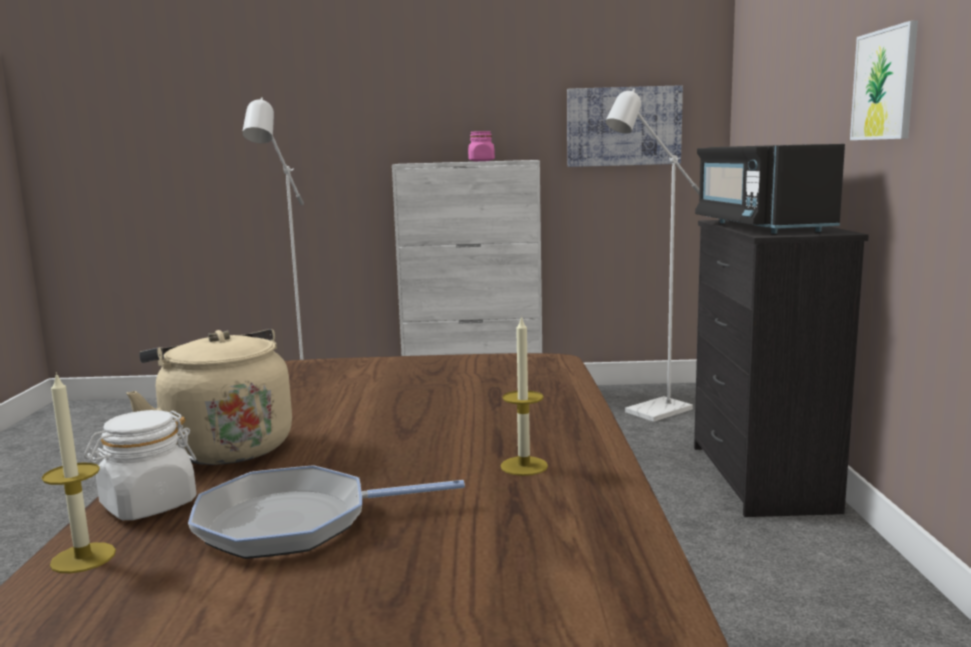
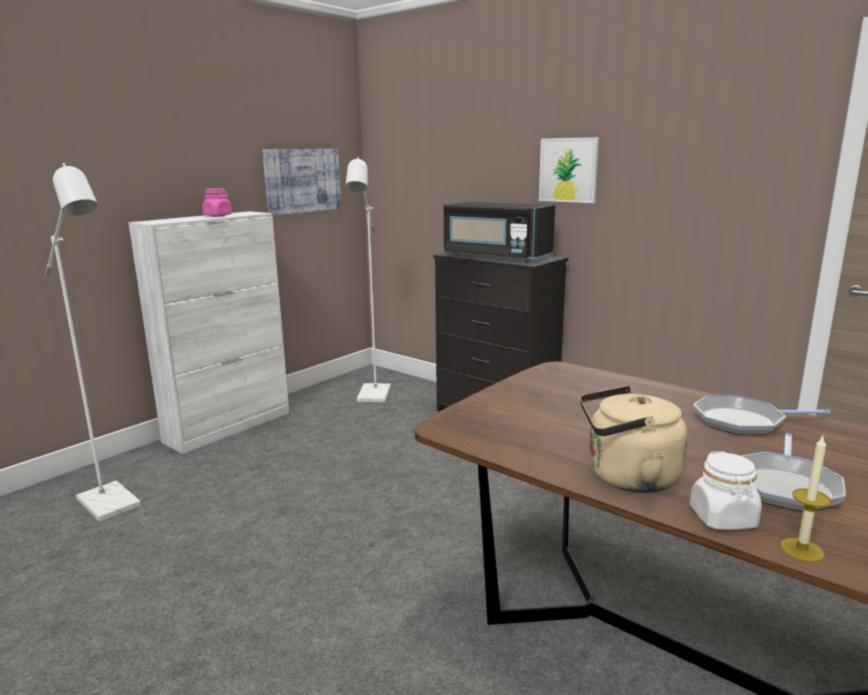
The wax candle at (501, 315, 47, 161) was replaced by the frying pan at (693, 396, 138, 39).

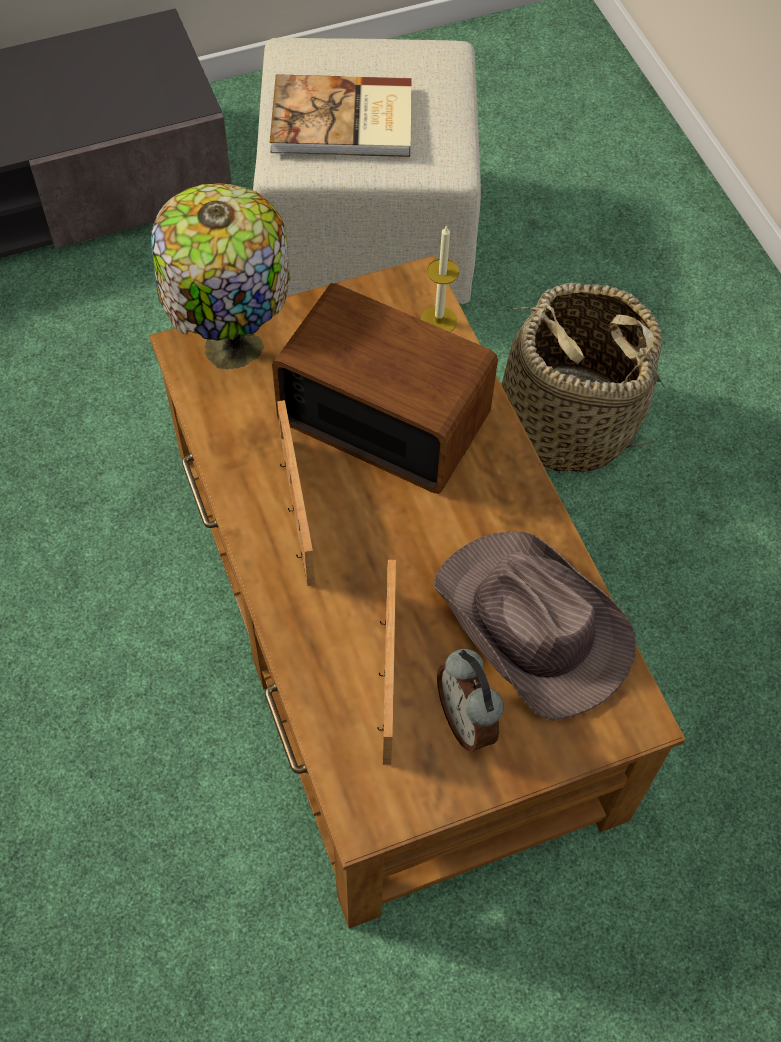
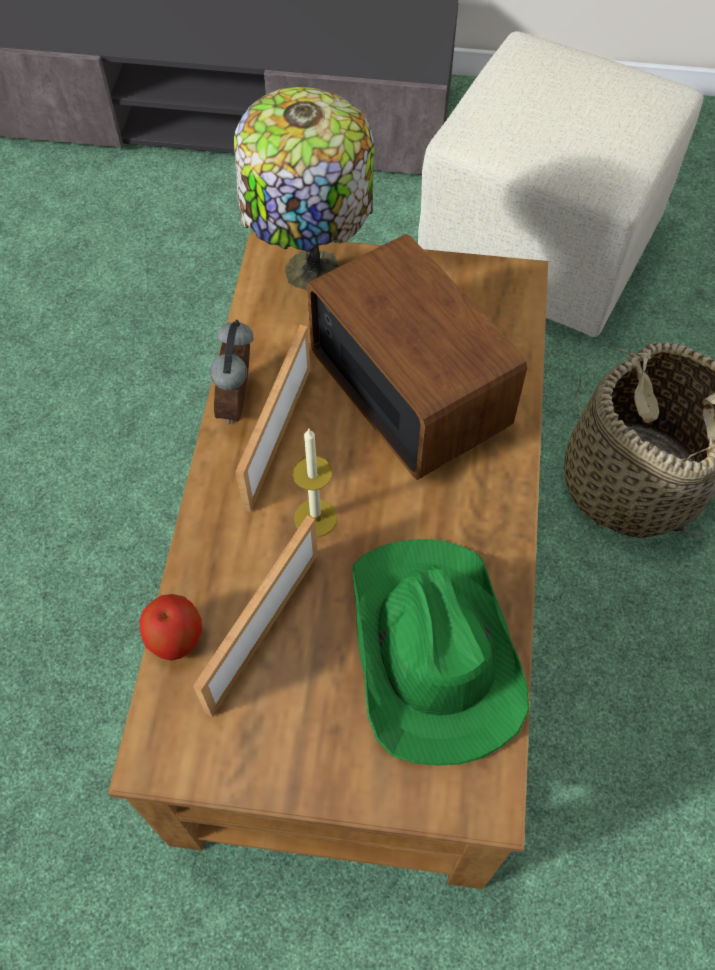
The book at (270, 74, 142, 83) disappeared. The wax candle moved from (421, 225, 38, 107) to (292, 429, 45, 108). The wearable hat/brown at (434, 532, 202, 189) became the wearable hat/green-coloured at (353, 539, 176, 227). The table clock moved from (437, 649, 67, 103) to (210, 320, 43, 104). The whole apple at (139, 594, 63, 67) appeared.

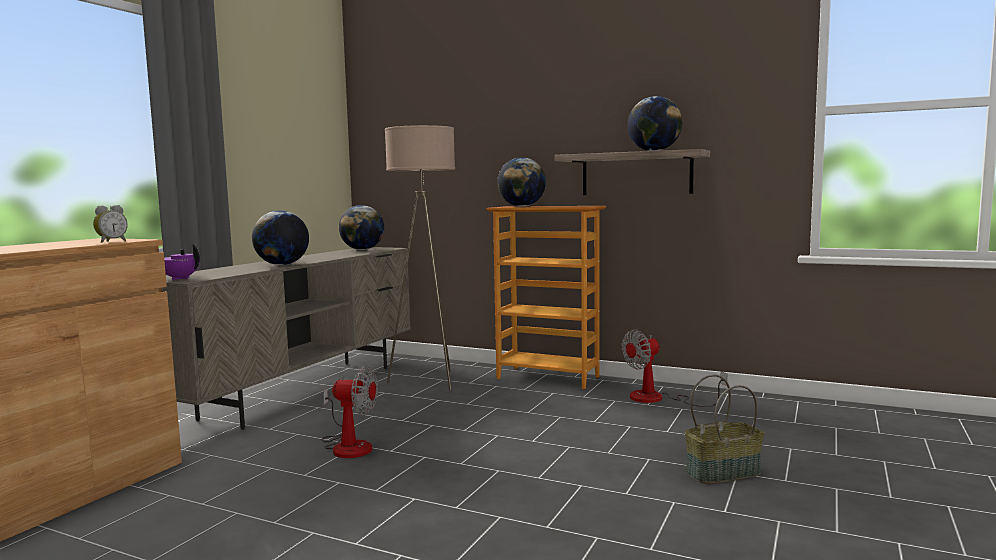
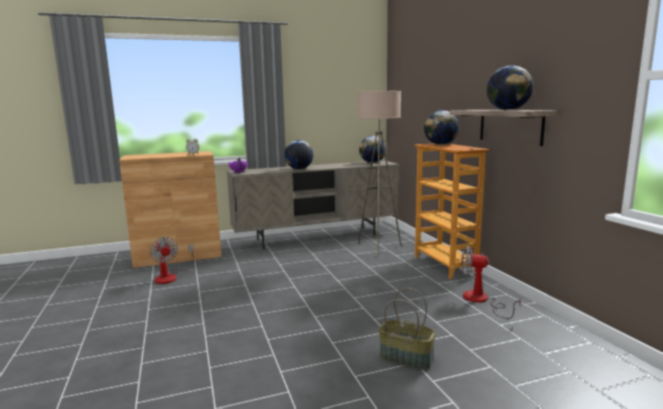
The cooling fan moved from (322, 366, 56, 92) to (150, 237, 44, 47).

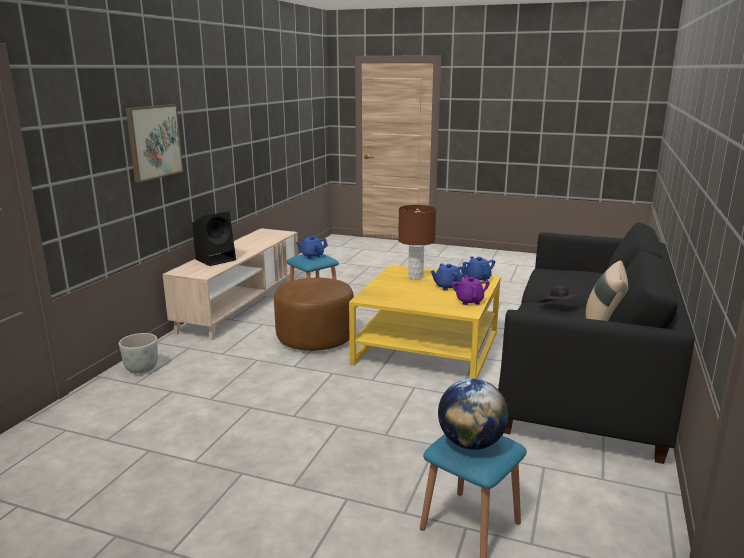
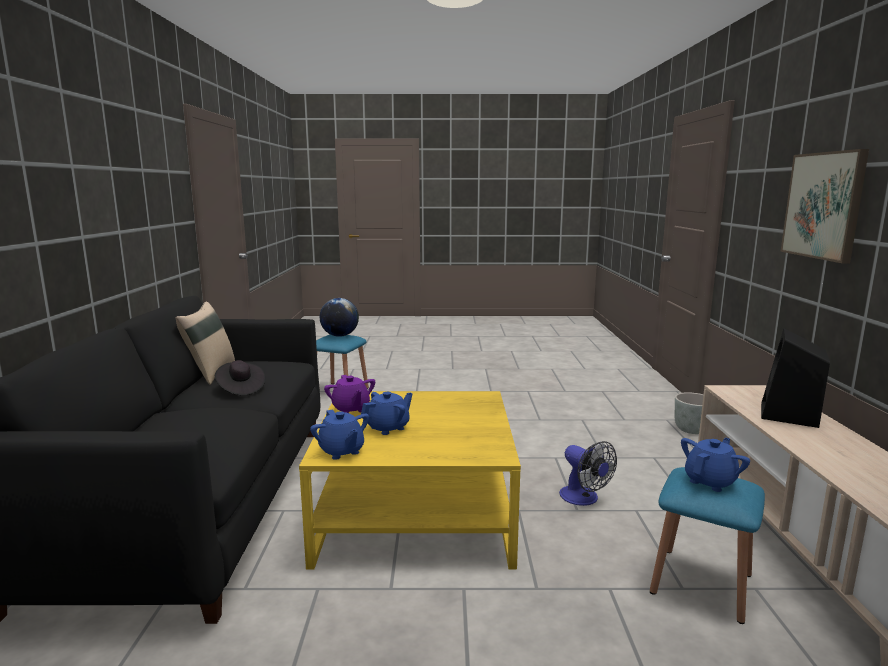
The footrest/brown at (274, 278, 80, 73) was replaced by the cooling fan at (559, 441, 58, 65). The lamp for a table/brown at (398, 205, 38, 75) disappeared.

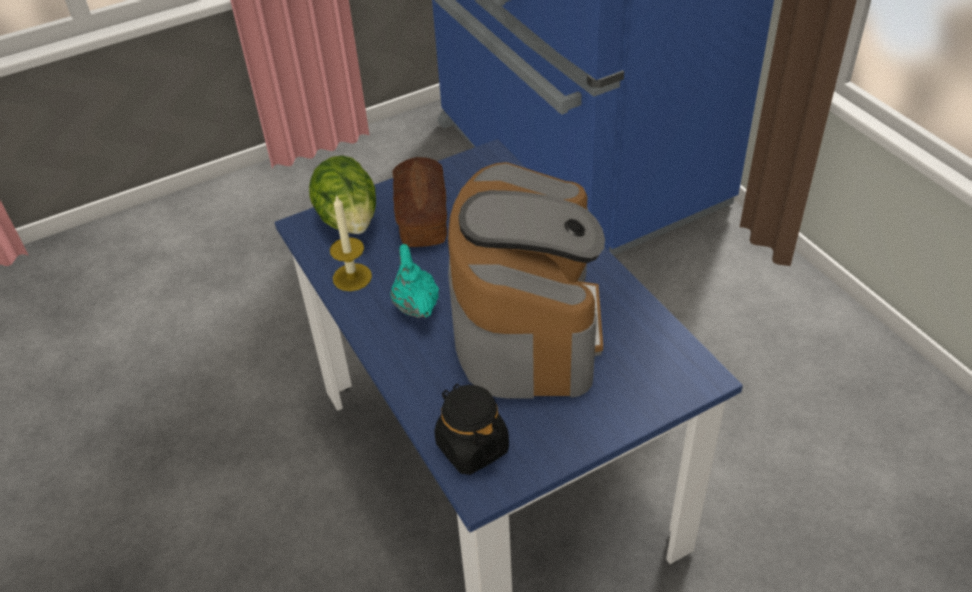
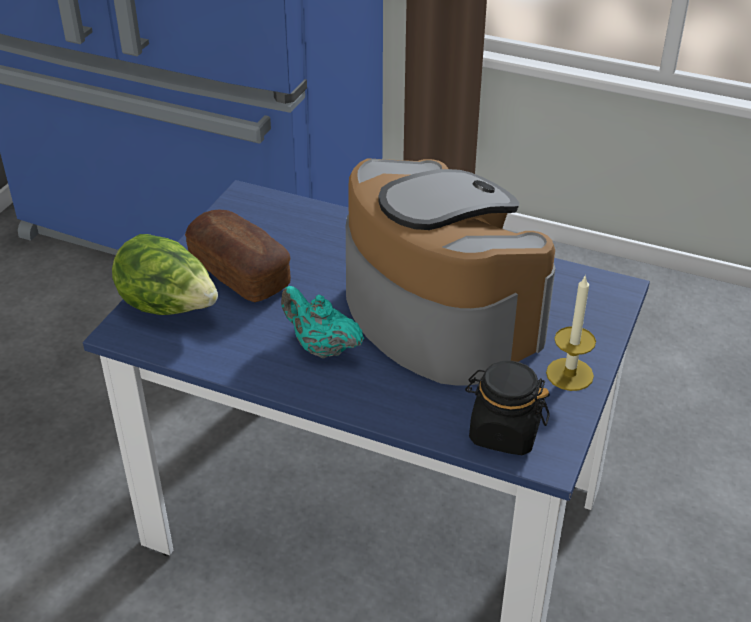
The wax candle moved from (330, 195, 42, 96) to (546, 274, 50, 117).

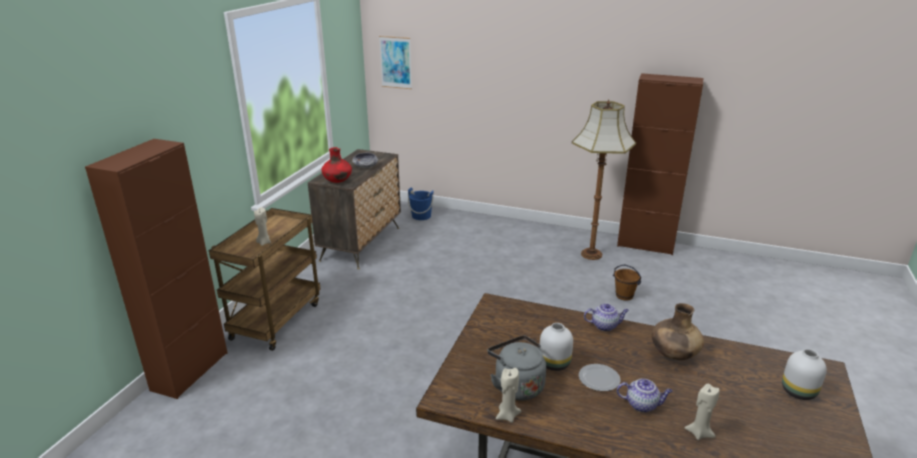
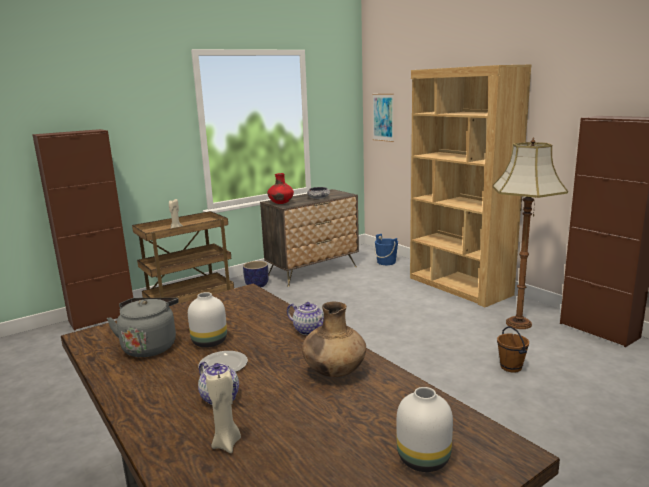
The wax candle/sand-coloured at (496, 368, 25, 55) disappeared. The flower pot at (243, 261, 26, 26) appeared. The shelving unit/brown at (410, 65, 121, 242) appeared.

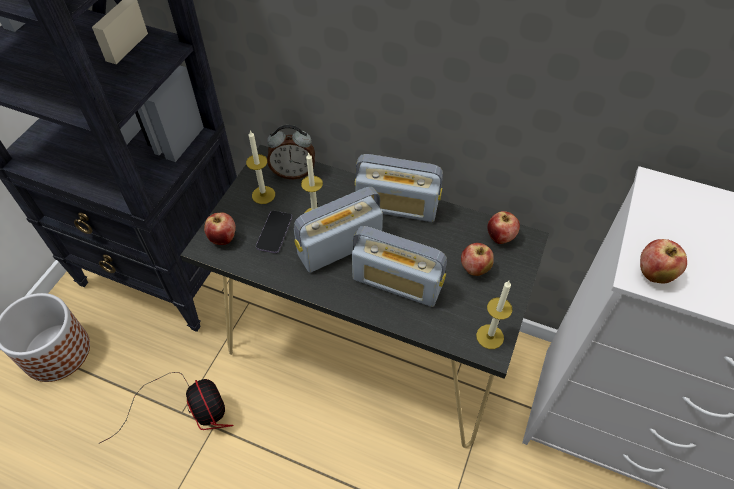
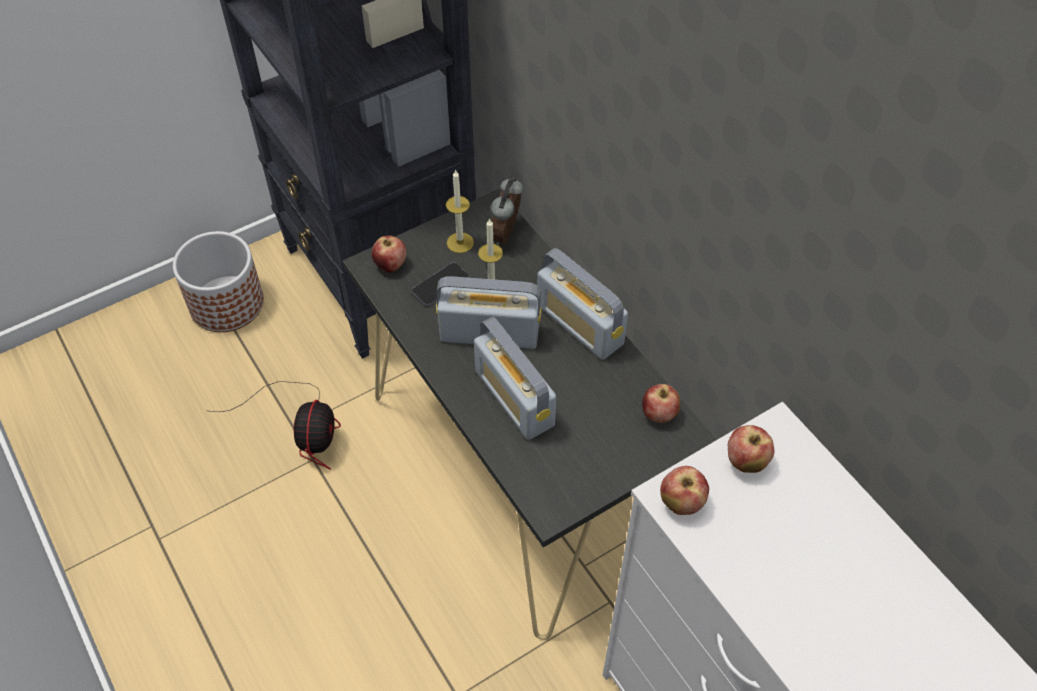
The table clock at (267, 125, 48, 54) turned 75 degrees clockwise. The whole apple moved from (461, 243, 33, 33) to (728, 425, 46, 48). The wax candle at (476, 281, 37, 68) disappeared.

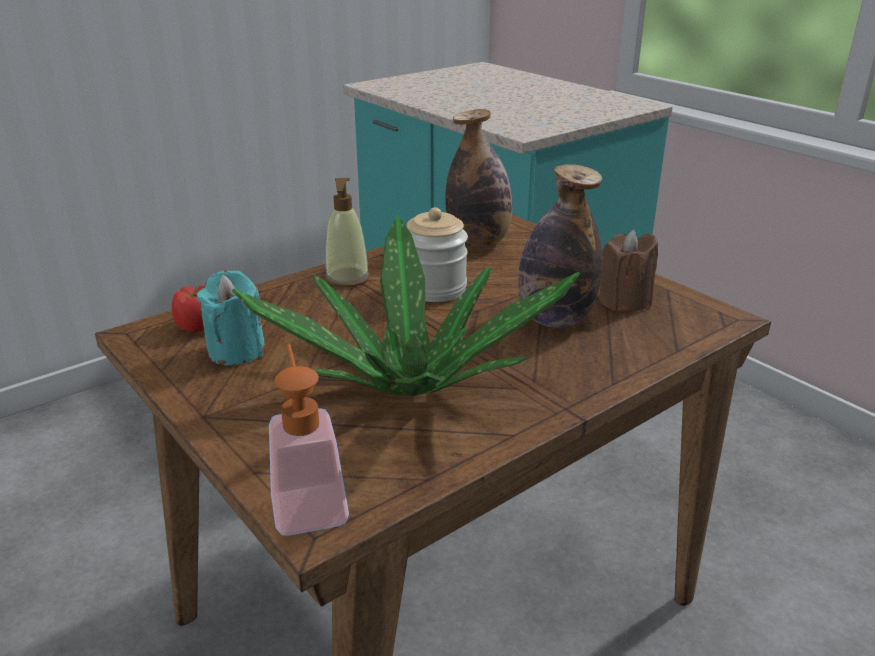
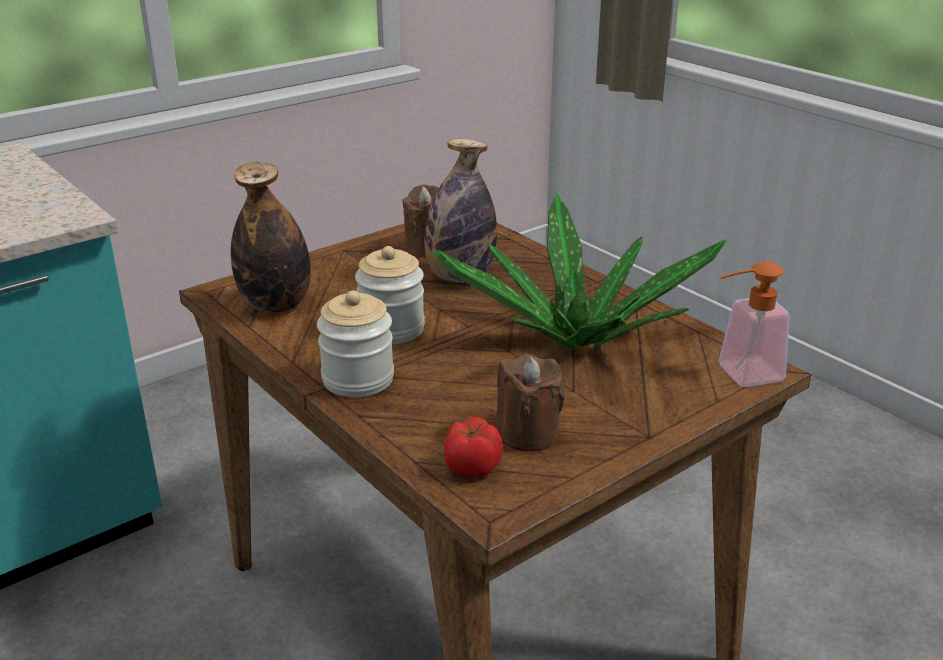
The wax candle/turquoise-coloured at (197, 270, 68, 95) became the wax candle/brown at (496, 354, 69, 97). The liquid soap bottle at (325, 178, 45, 109) was replaced by the preserve jar at (317, 291, 77, 106).

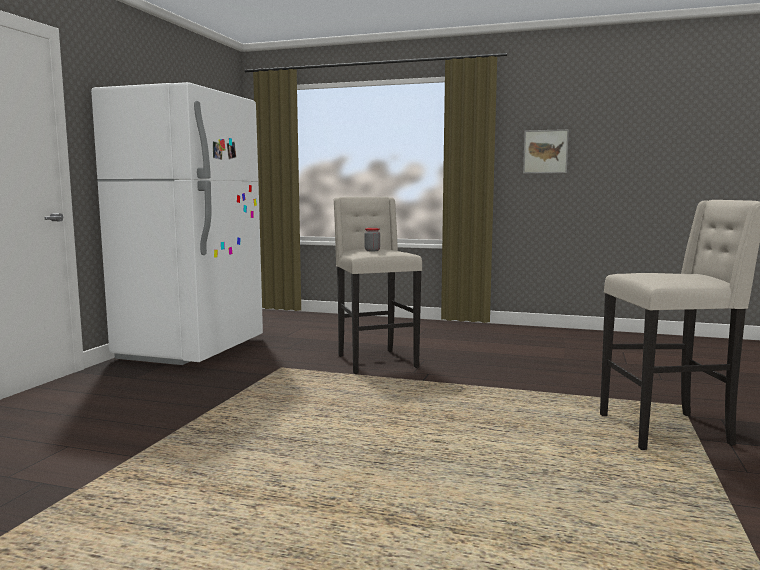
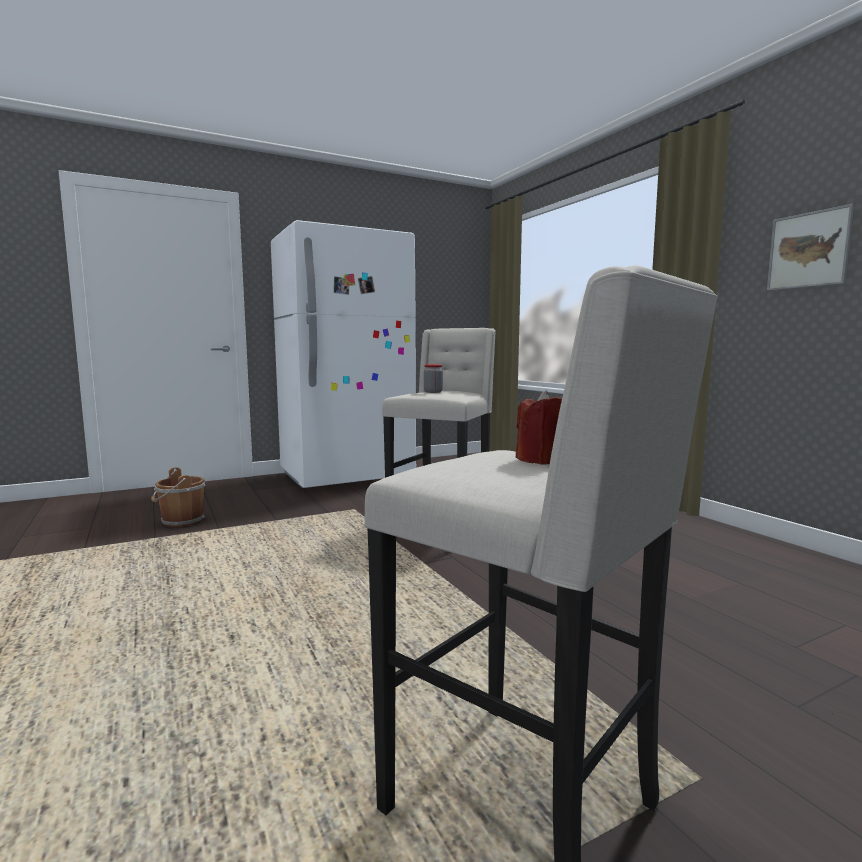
The bucket/brown at (151, 467, 55, 60) appeared. The wax candle/red at (516, 390, 46, 75) appeared.

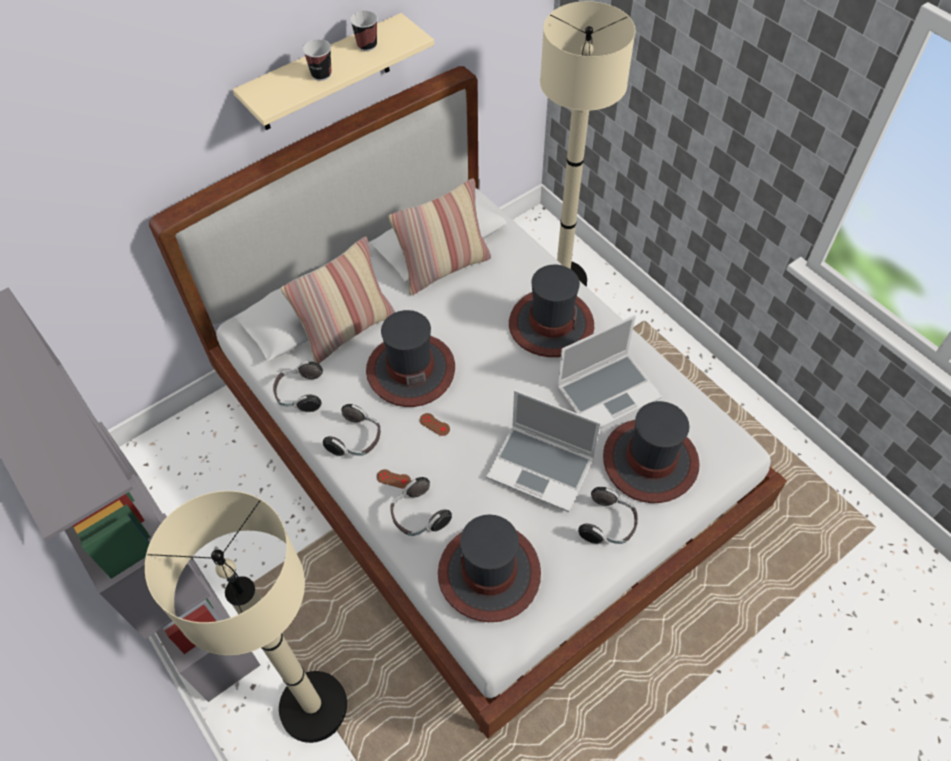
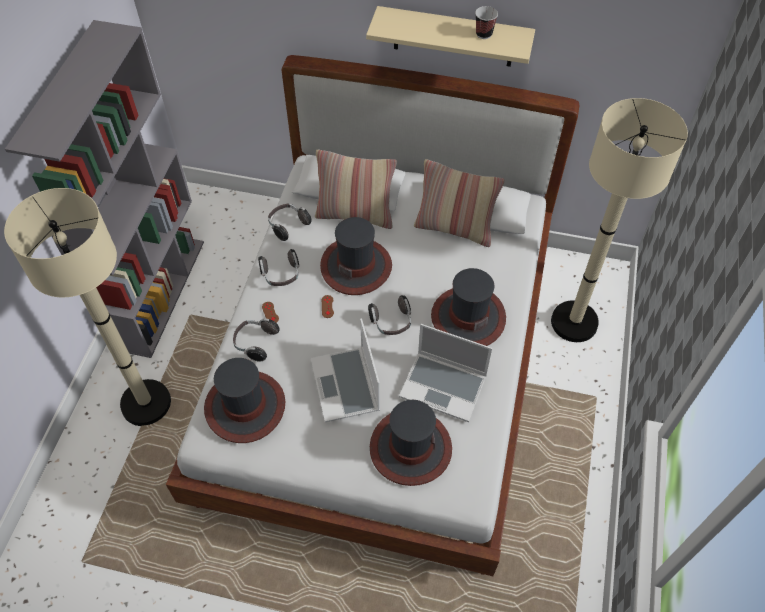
The drinking cup at (303, 39, 29, 42) disappeared. The headset moved from (578, 487, 60, 57) to (368, 295, 43, 40).

